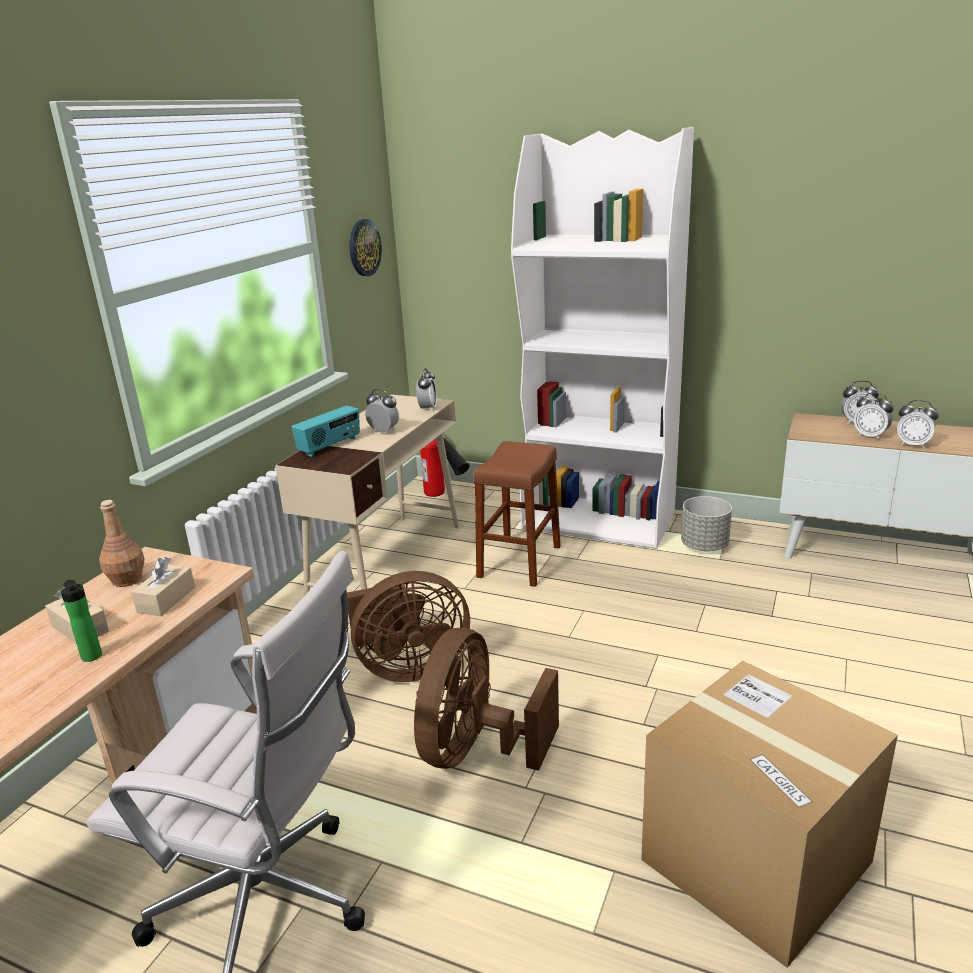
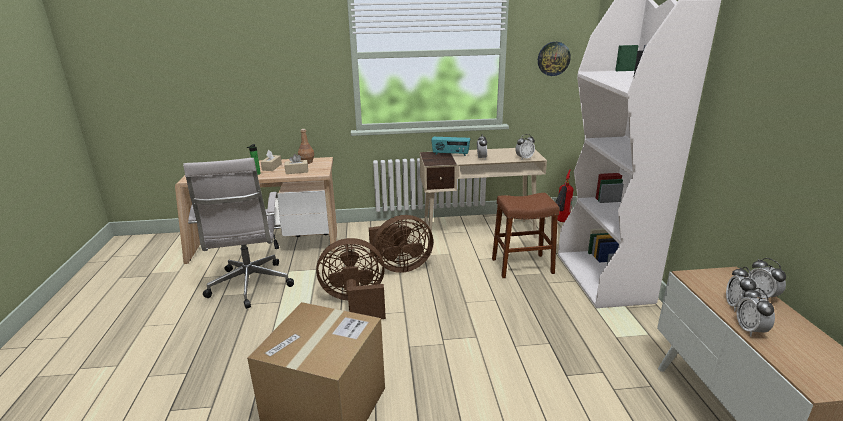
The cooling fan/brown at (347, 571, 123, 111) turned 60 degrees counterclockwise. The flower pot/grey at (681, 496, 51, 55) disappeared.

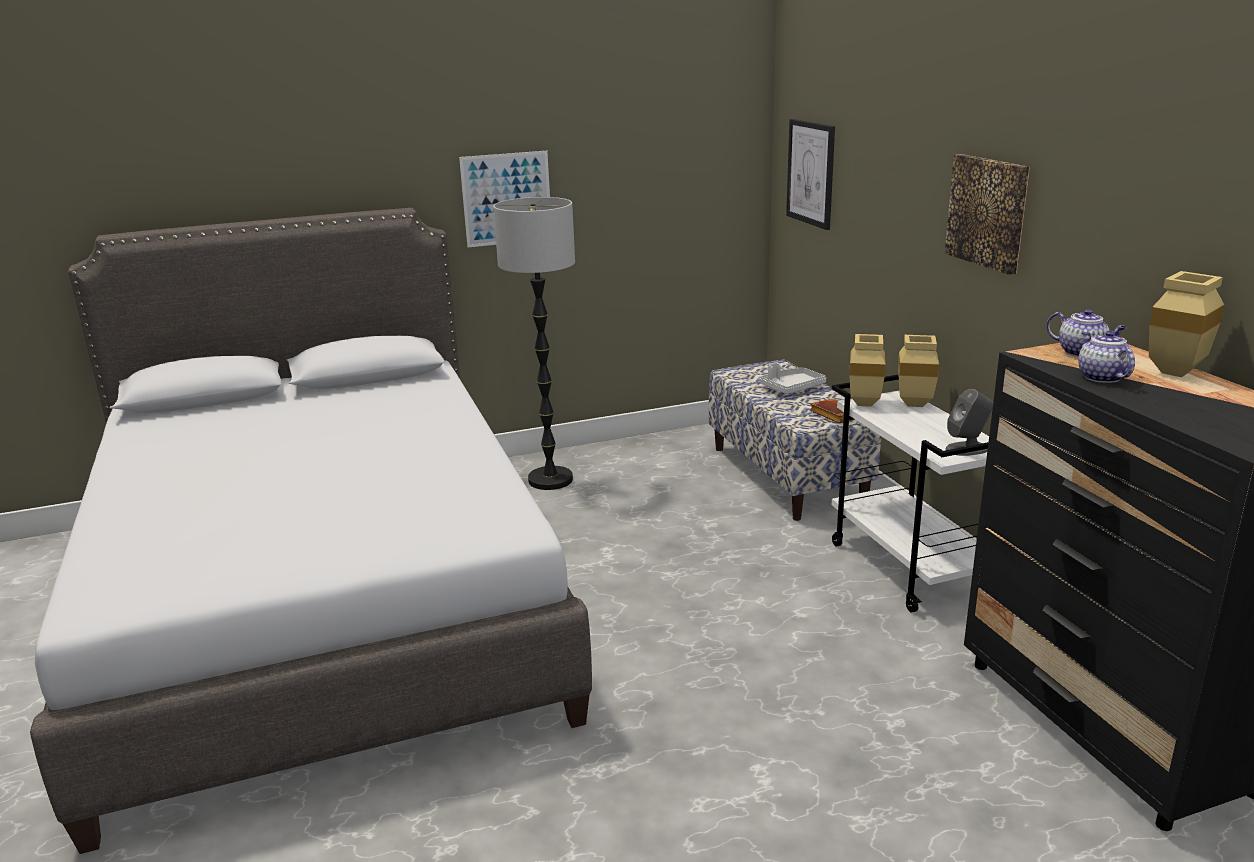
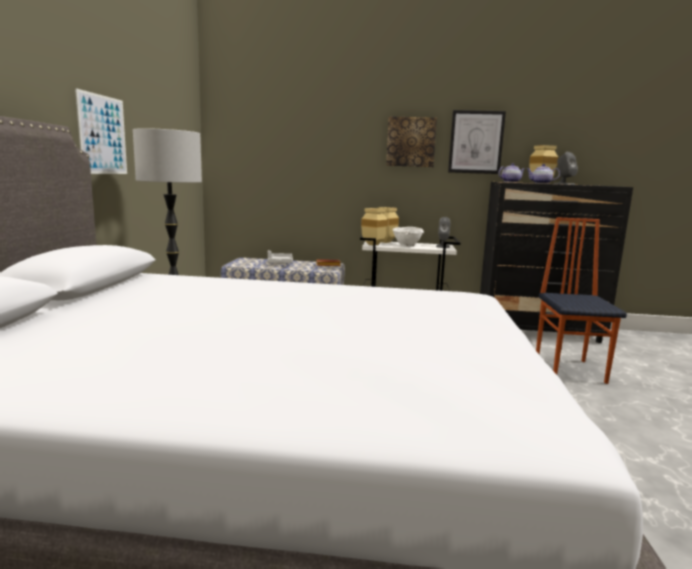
The wall picture moved from (786, 119, 49, 111) to (448, 110, 58, 64). The serving bowl/white-coloured at (393, 227, 31, 20) appeared. The plain chair at (536, 217, 91, 167) appeared. The audio speaker/grey at (554, 152, 24, 33) appeared.

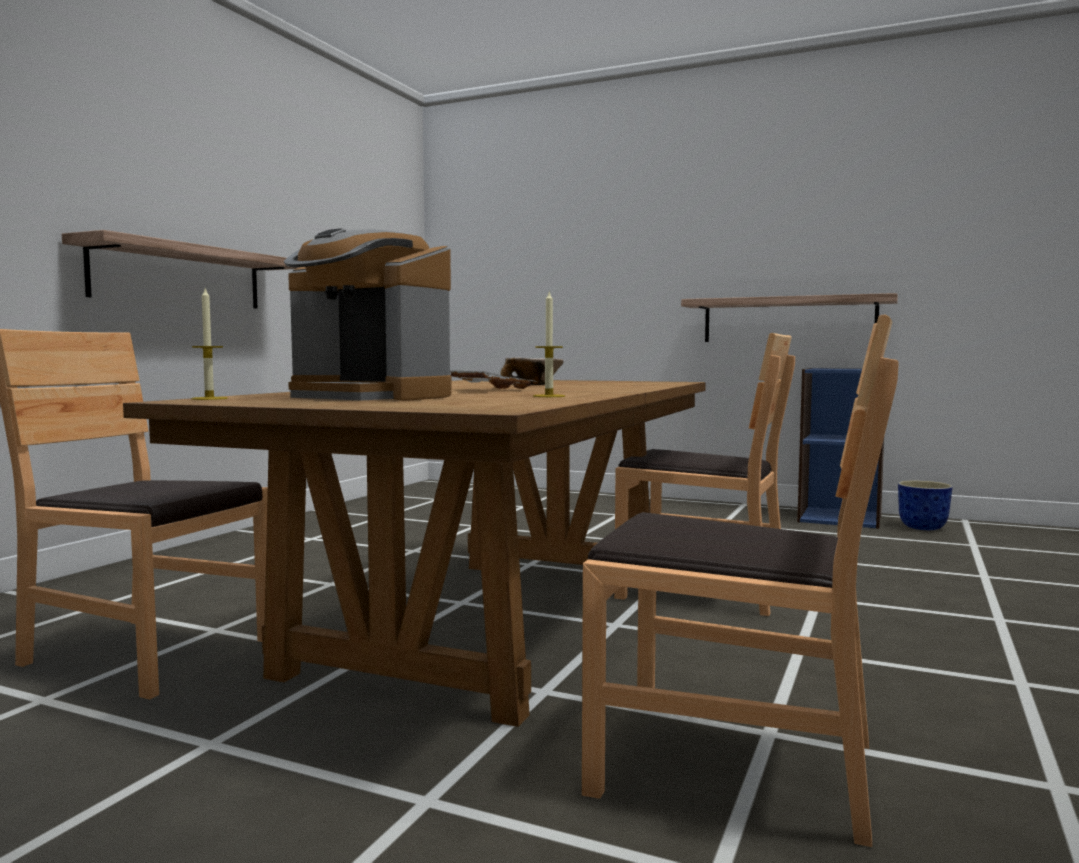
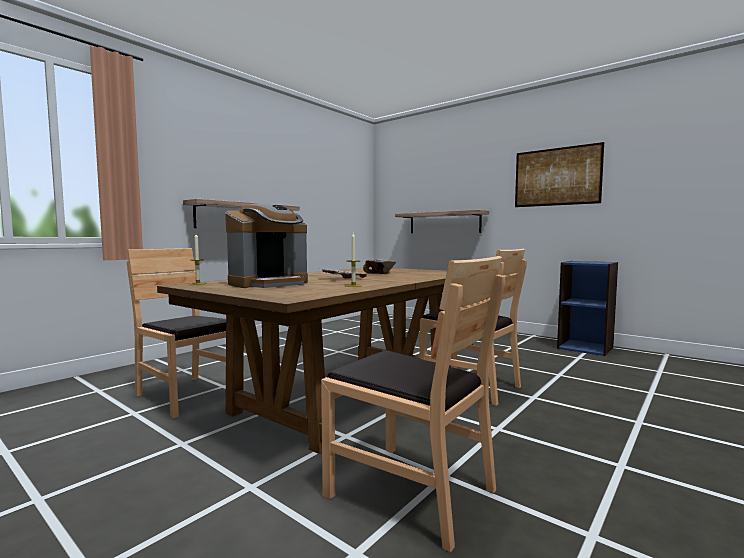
The coffee brewer at (284, 228, 167, 173) turned 90 degrees counterclockwise. The bracket shelf moved from (681, 293, 217, 49) to (395, 210, 94, 23). The flower pot at (898, 480, 55, 50) disappeared. The wall picture at (515, 142, 89, 65) appeared.

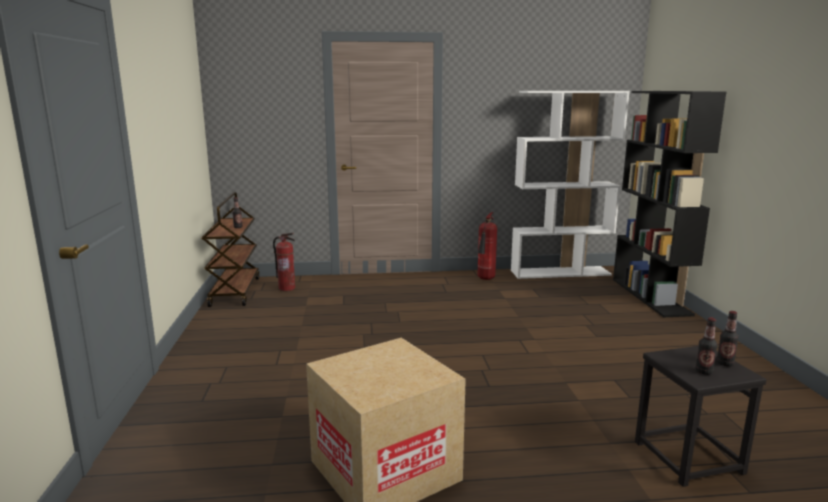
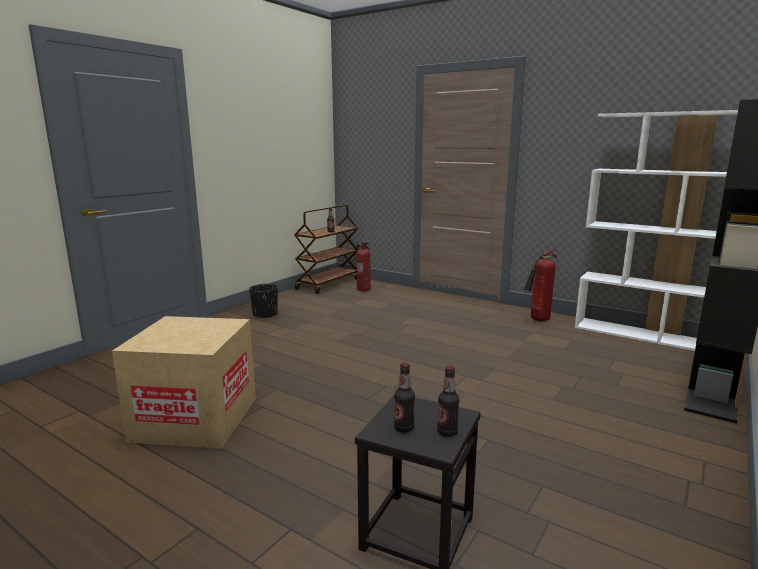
The flower pot/black-coloured at (249, 284, 29, 35) appeared.

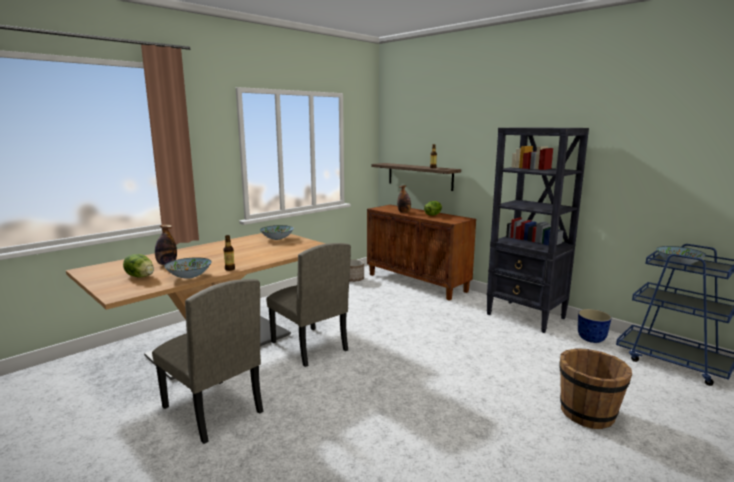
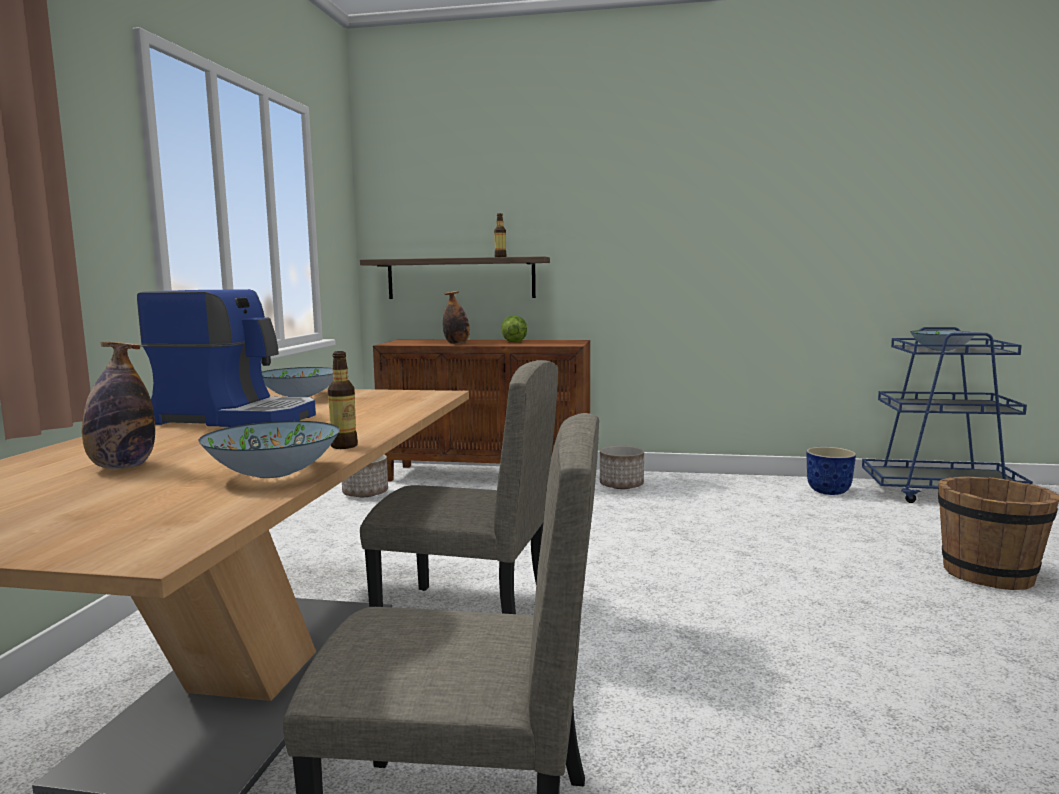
The lettuce at (123, 254, 31, 24) disappeared. The shelving unit/black-coloured at (486, 127, 103, 206) disappeared. The coffee brewer at (137, 289, 179, 138) appeared. The flower pot at (600, 446, 44, 43) appeared.

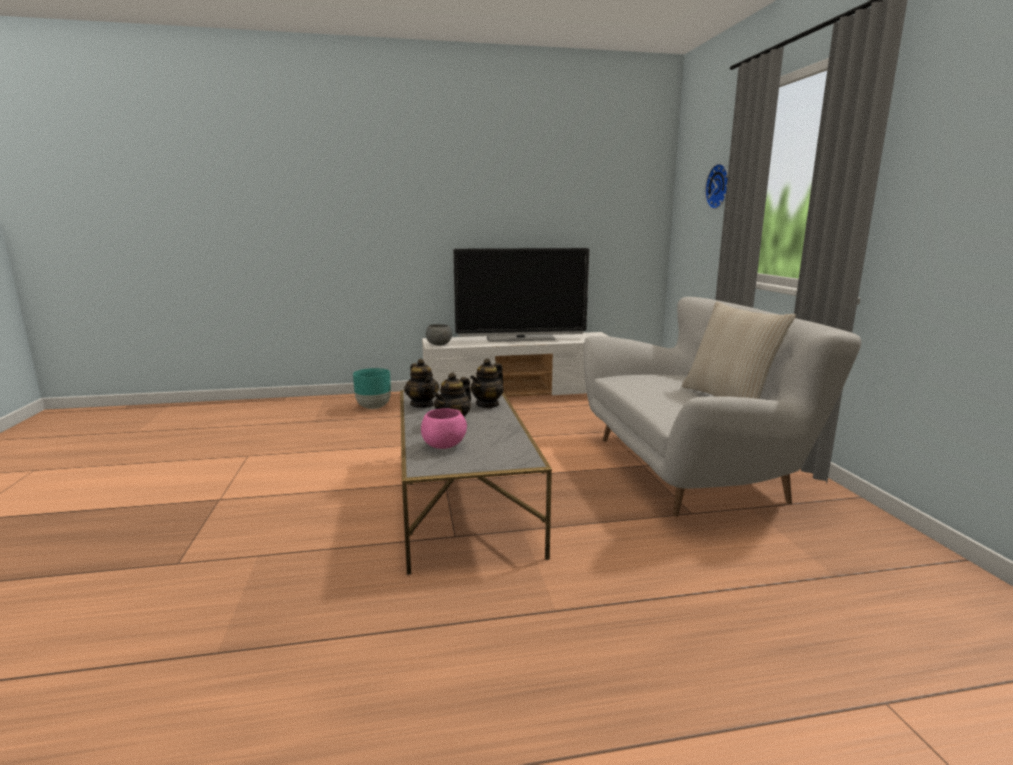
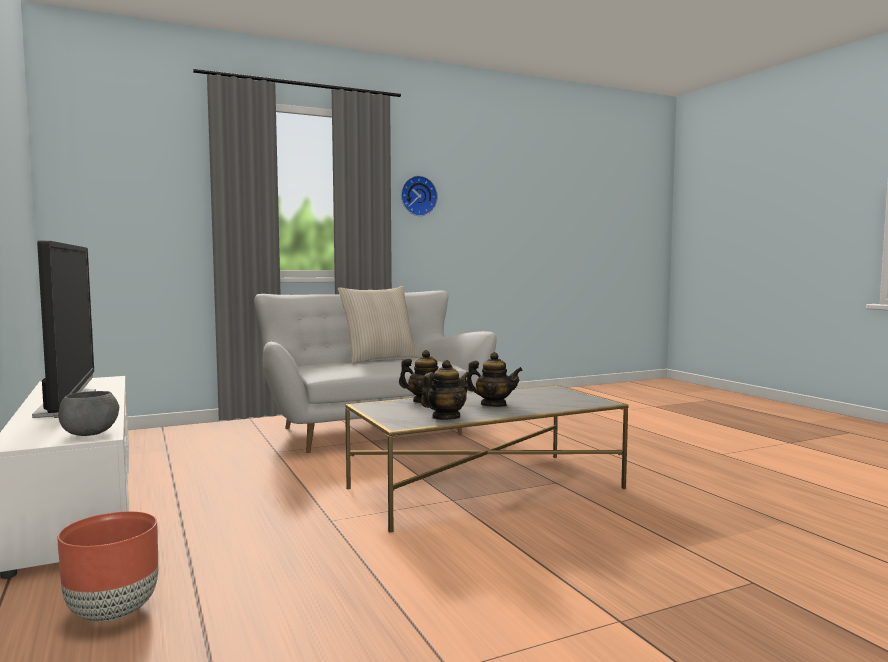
The flower pot/turquoise-coloured at (353, 368, 38, 41) became the flower pot/brown at (58, 511, 100, 111). The serving bowl/pink-coloured at (421, 409, 46, 40) disappeared. The wall clock moved from (705, 164, 23, 45) to (401, 176, 37, 40).

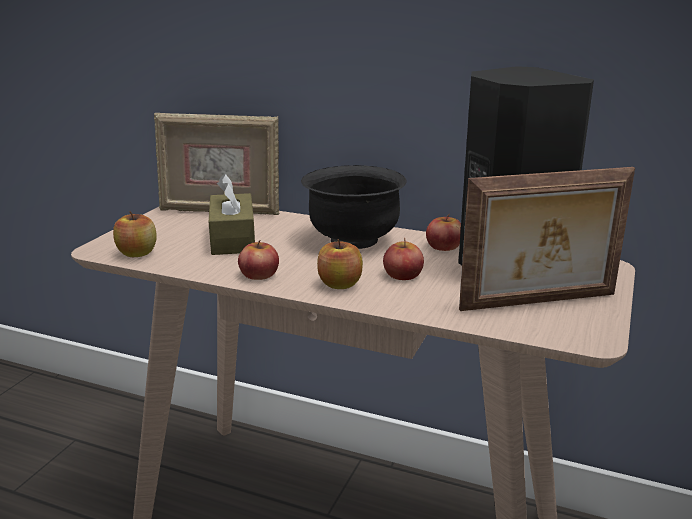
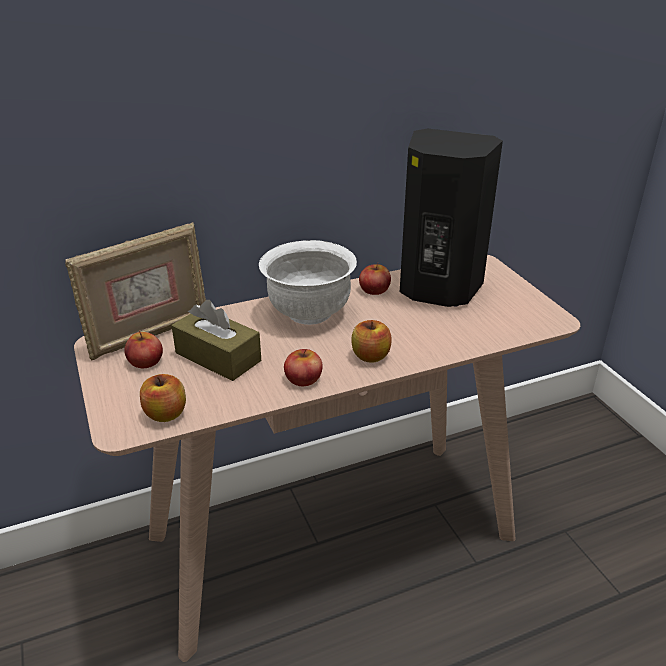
The serving bowl/black-coloured at (301, 165, 106, 84) became the serving bowl/white-coloured at (259, 240, 98, 85). The whole apple moved from (383, 238, 41, 42) to (124, 331, 39, 37). The standing frame at (459, 167, 176, 144) disappeared.

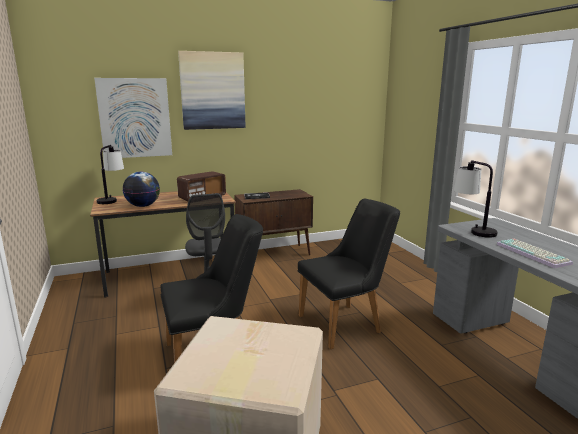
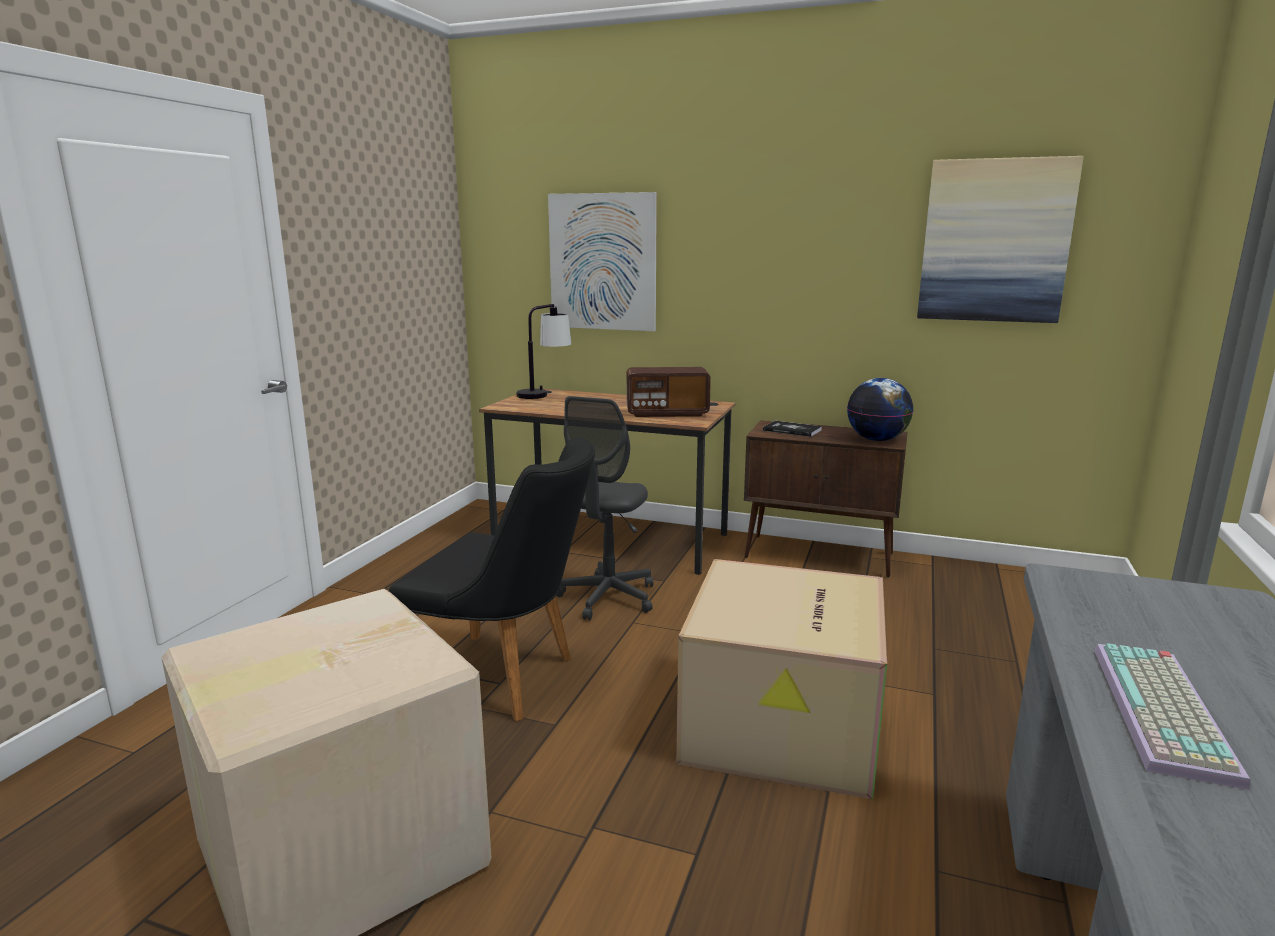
The world globe moved from (123, 172, 37, 35) to (847, 378, 66, 63). The wall picture moved from (178, 51, 68, 79) to (917, 156, 167, 167). The plain chair/black-coloured at (298, 199, 102, 150) was replaced by the cardboard box at (676, 559, 211, 240). The lamp for a table at (454, 160, 44, 78) disappeared.

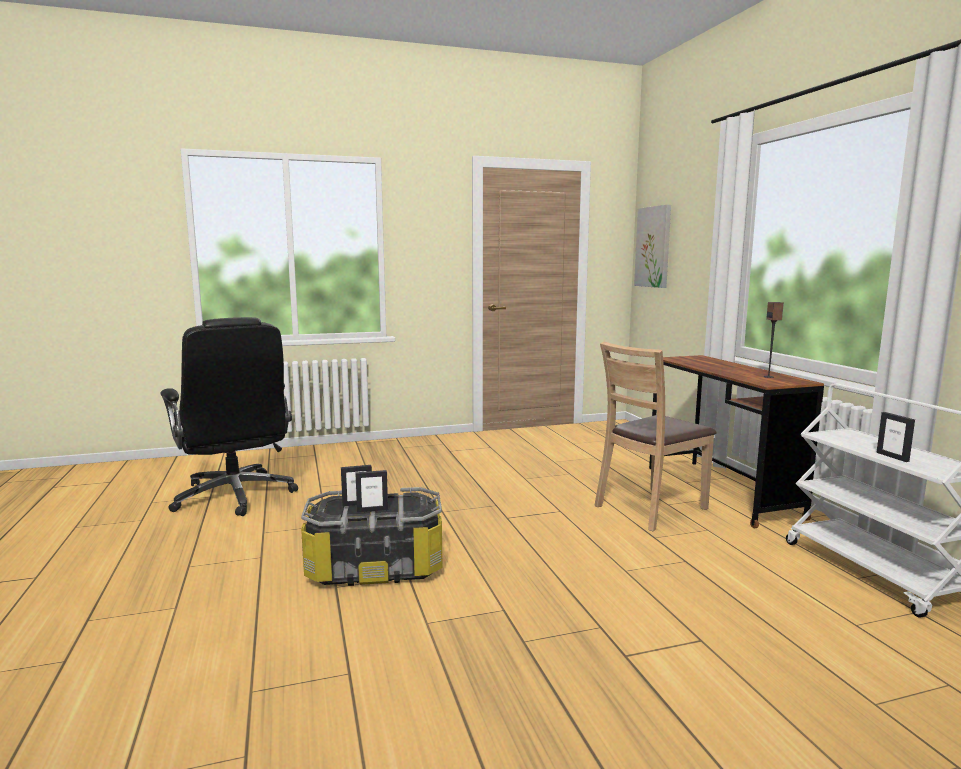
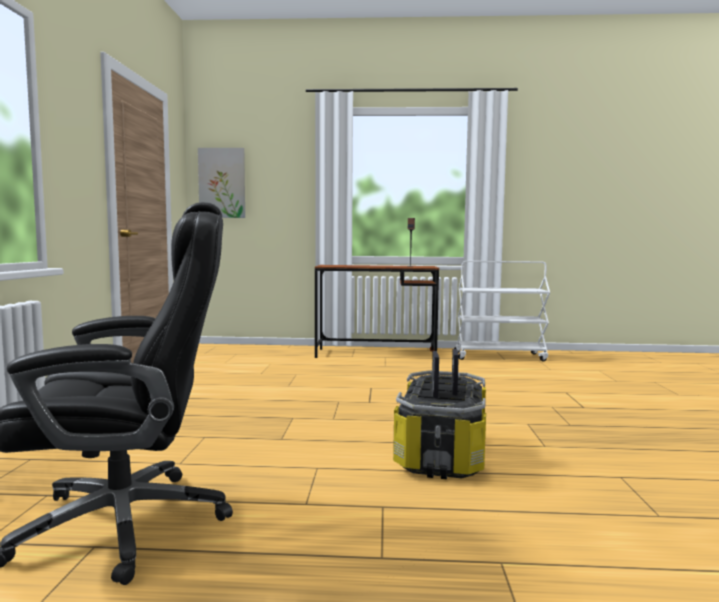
The plain chair/brown at (595, 342, 122, 189) disappeared. The standing frame at (876, 412, 39, 50) disappeared.

